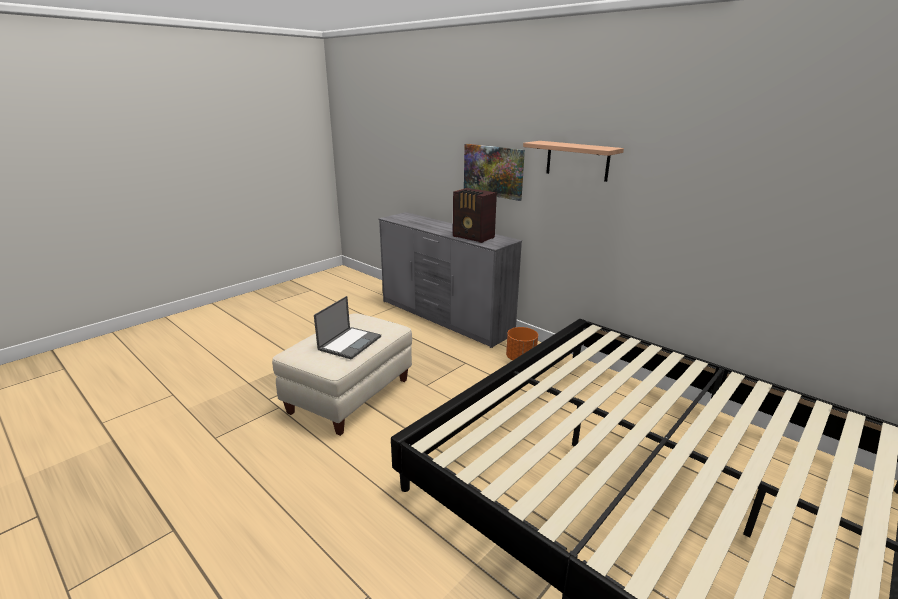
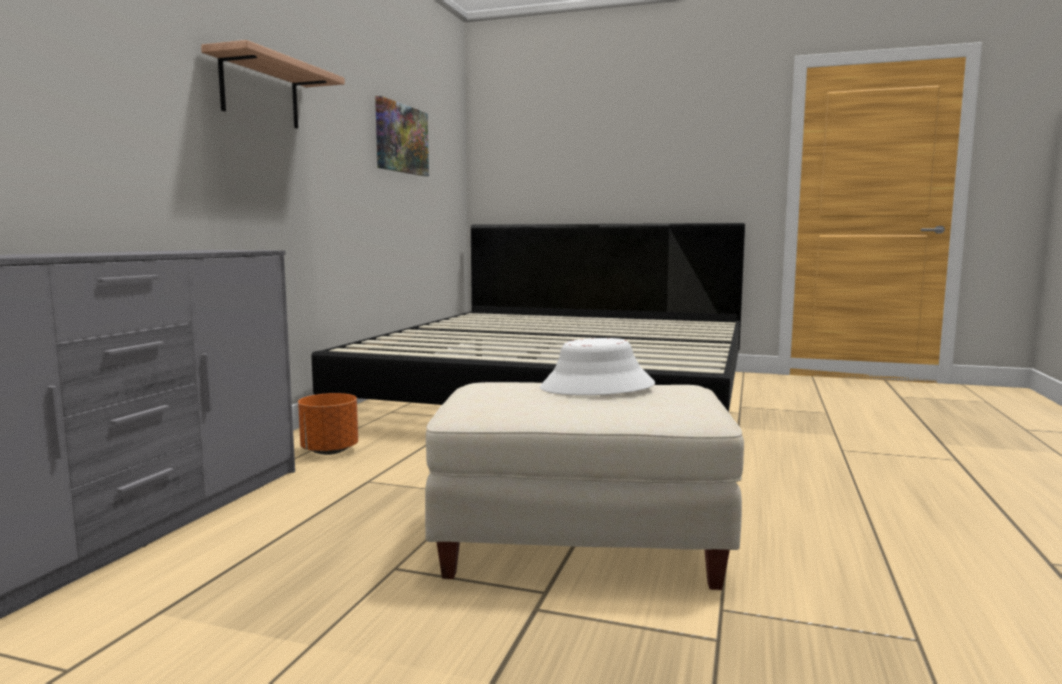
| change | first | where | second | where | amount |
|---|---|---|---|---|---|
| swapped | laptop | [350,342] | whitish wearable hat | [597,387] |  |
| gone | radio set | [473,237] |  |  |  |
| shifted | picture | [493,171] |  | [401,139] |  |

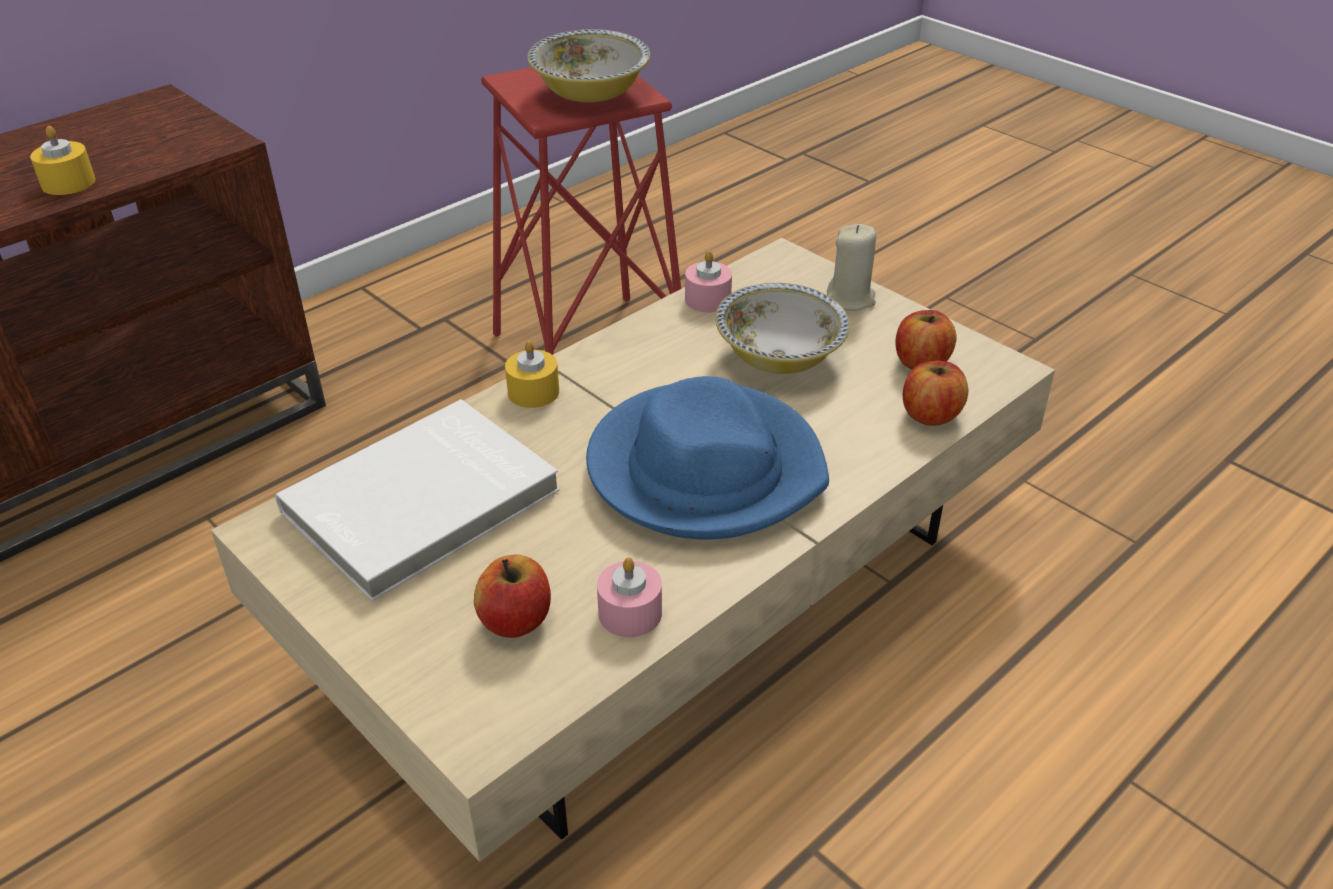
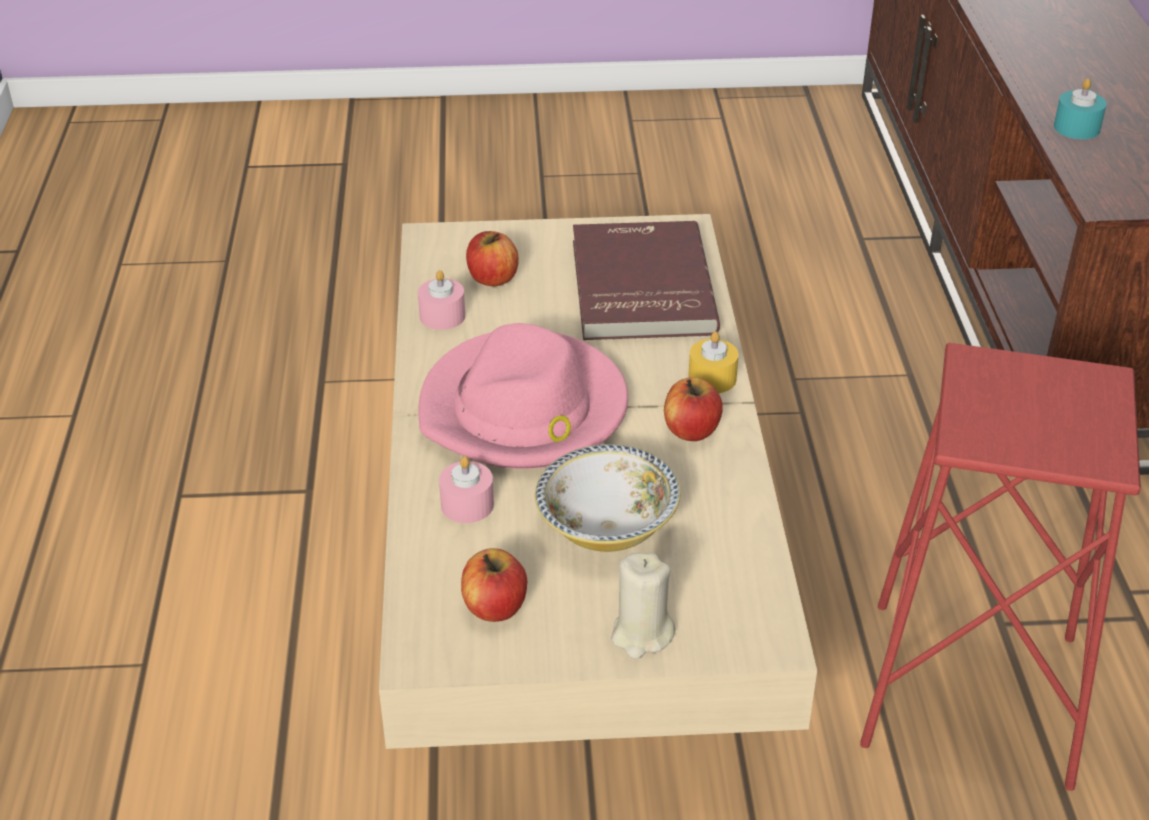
| change | first | where | second | where | amount |
|---|---|---|---|---|---|
| repainted | yellow candle | [68,183] | turquoise candle | [1076,128] |  |
| repainted | whitish bound book | [424,503] | red bound book | [638,287] |  |
| gone | deep dish | [590,94] |  |  |  |
| repainted | blue wearable hat | [705,468] | pinkish wearable hat | [524,409] |  |
| shifted | pinkish candle | [708,299] |  | [467,504] |  |
| shifted | apple fruit | [930,415] |  | [691,430] |  |

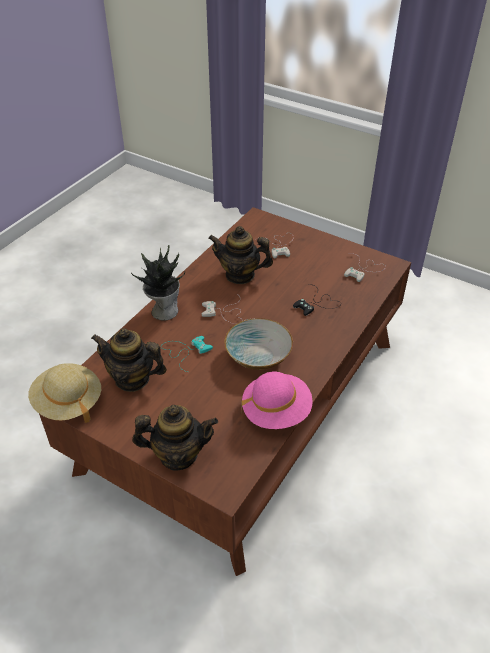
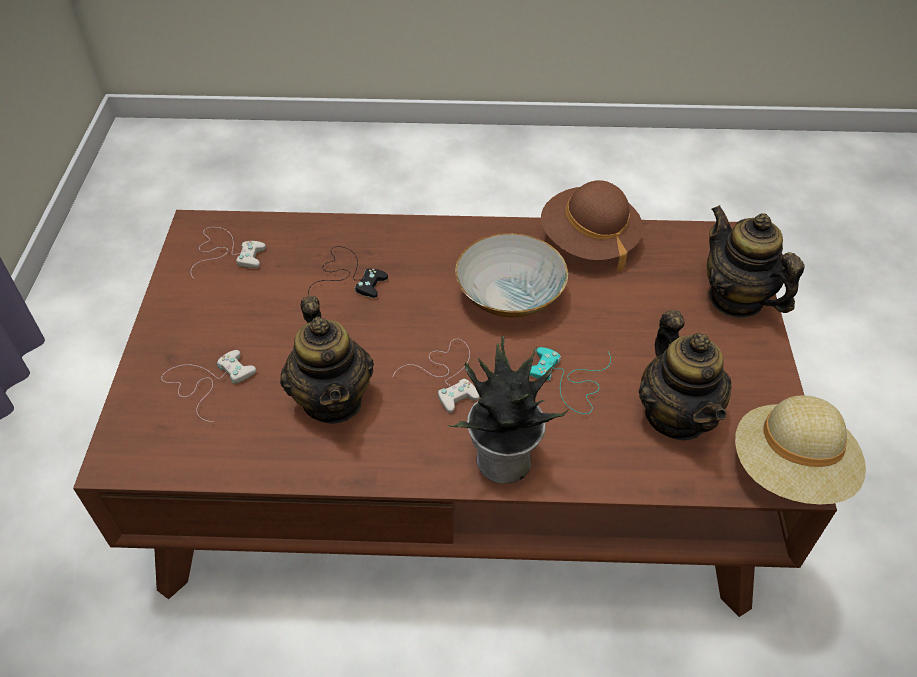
| change | first | where | second | where | amount |
|---|---|---|---|---|---|
| repainted | pinkish wearable hat | [276,411] | brown wearable hat | [588,241] |  |

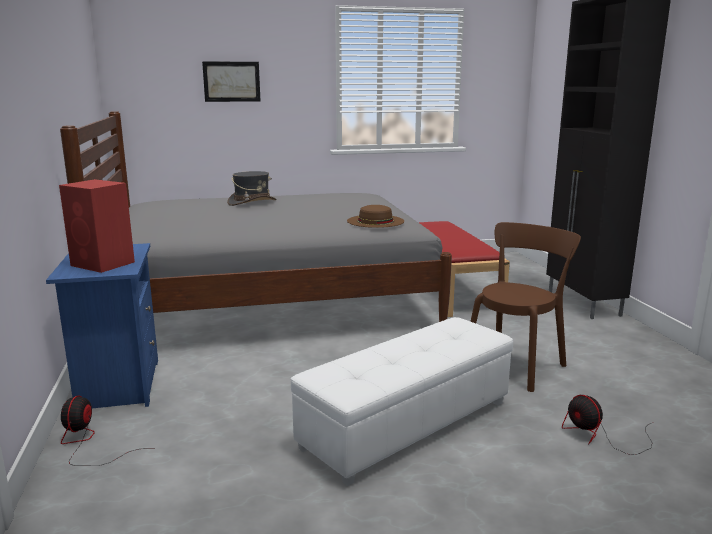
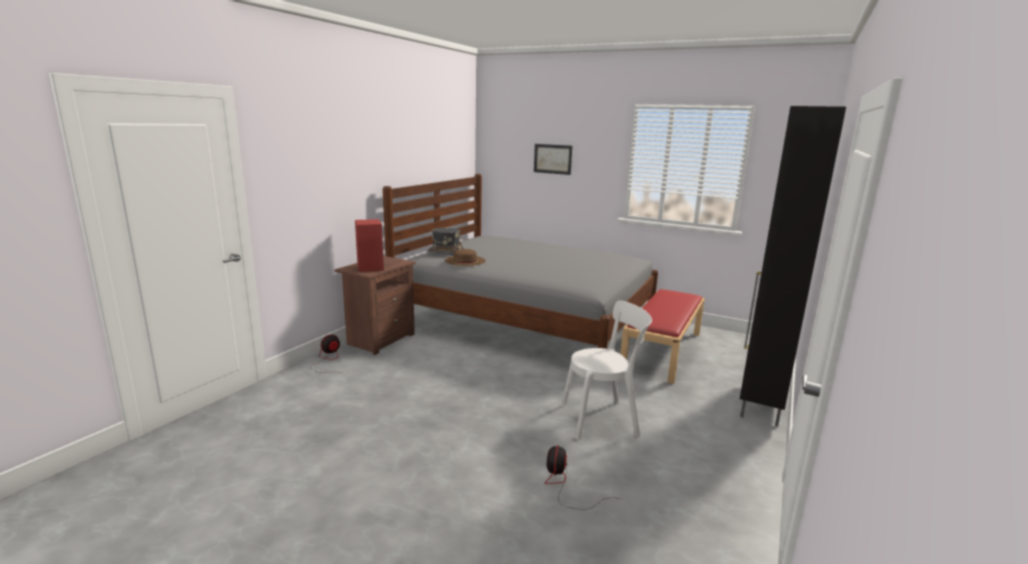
| change | first | where | second | where | amount |
|---|---|---|---|---|---|
| repainted | blue bedside table | [118,384] | brown bedside table | [380,339] |  |
| shifted | greyish wearable hat | [252,202] |  | [446,251] |  |
| gone | whitish pouffe | [407,424] |  |  |  |
| shifted | brown wearable hat | [375,221] |  | [465,260] |  |
| repainted | brown plain chair | [516,364] | whitish plain chair | [603,419] |  |

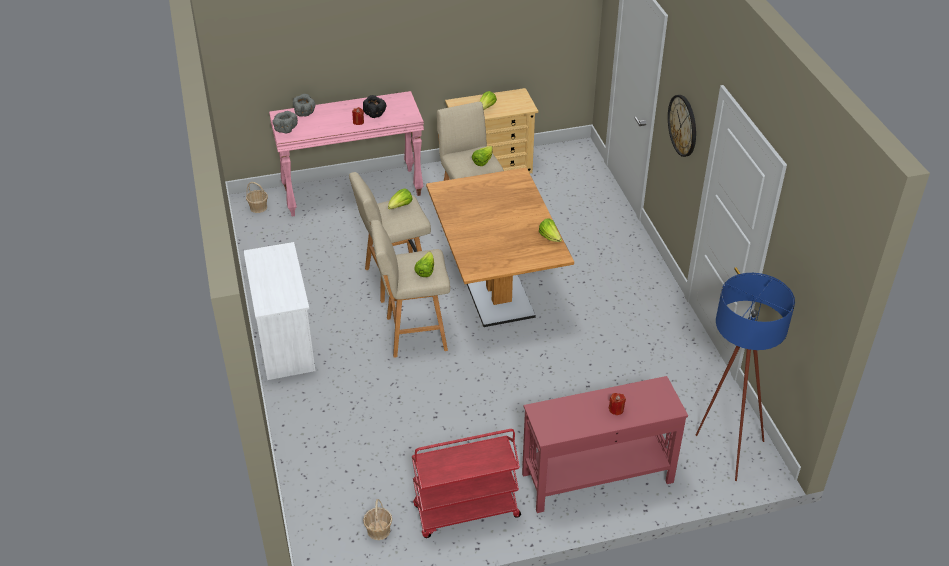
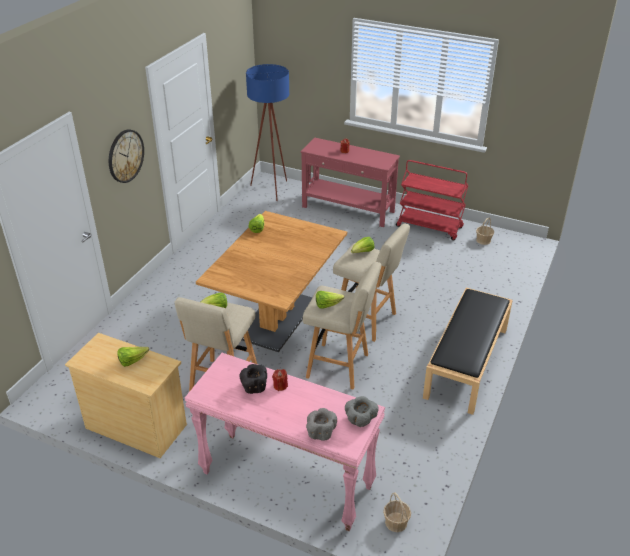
| change | first | where | second | where | amount |
|---|---|---|---|---|---|
| swapped | whitish drawer chest | [285,343] | blackish bench | [467,363] |  |

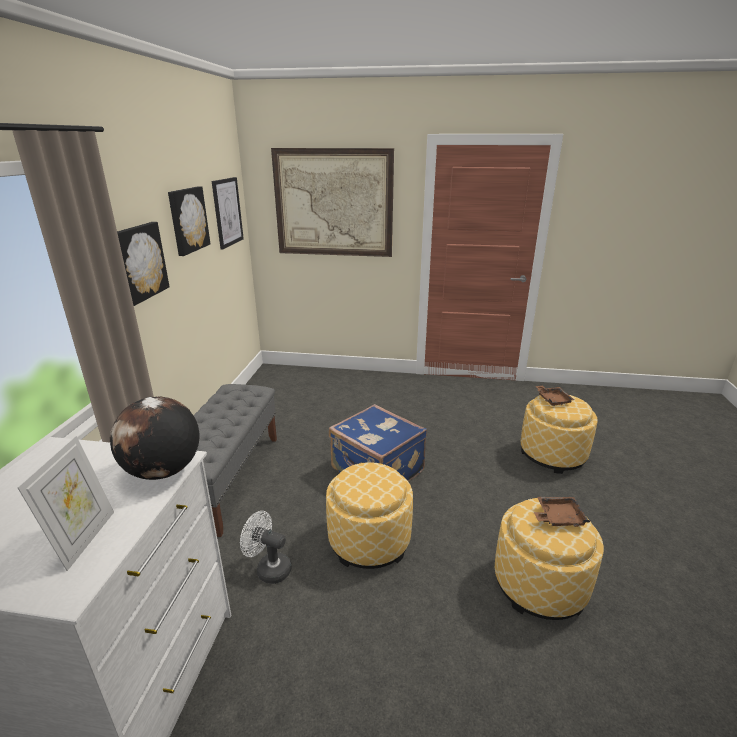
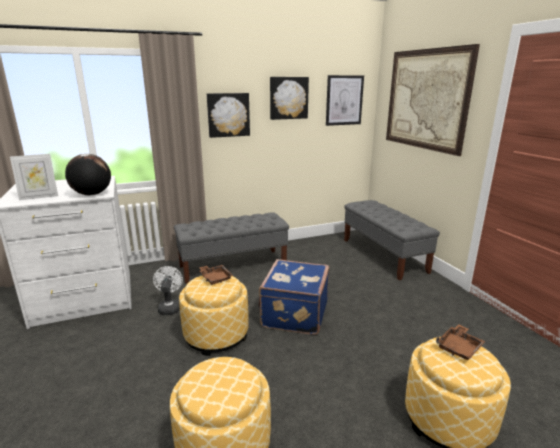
| change | first | where | second | where | amount |
|---|---|---|---|---|---|
| shifted | brown carrying tray | [558,517] |  | [215,278] |  |
| new |  |  | greyish bench | [383,255] |  |

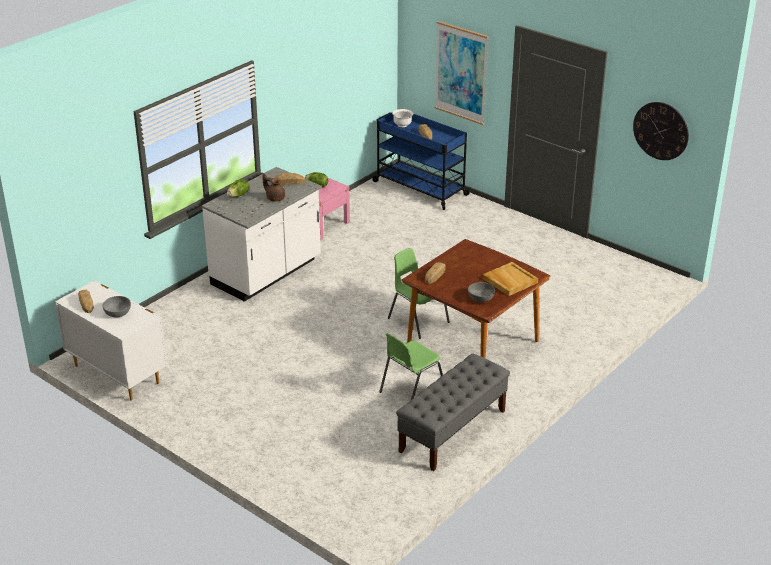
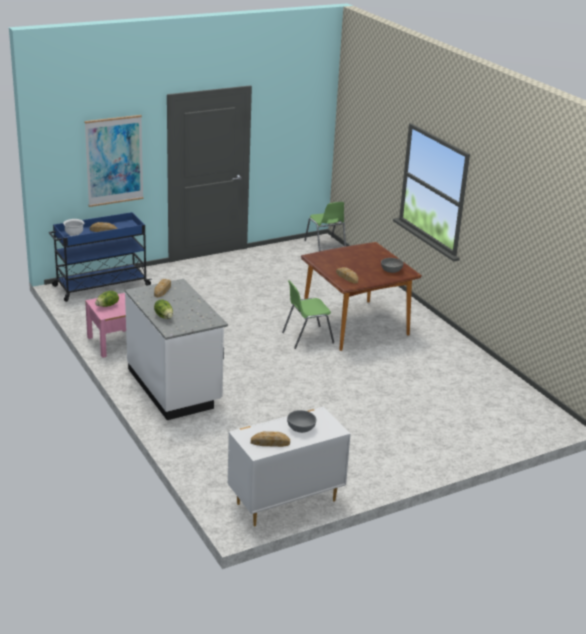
| change | first | where | second | where | amount |
|---|---|---|---|---|---|
| gone | brown teapot | [275,198] |  |  |  |
| shifted | green-coloured plain chair | [411,391] |  | [325,246] |  |
| gone | greyish bench | [452,431] |  |  |  |
| gone | beige carrying tray | [509,280] |  |  |  |
| gone | hanging clock | [661,131] |  |  |  |

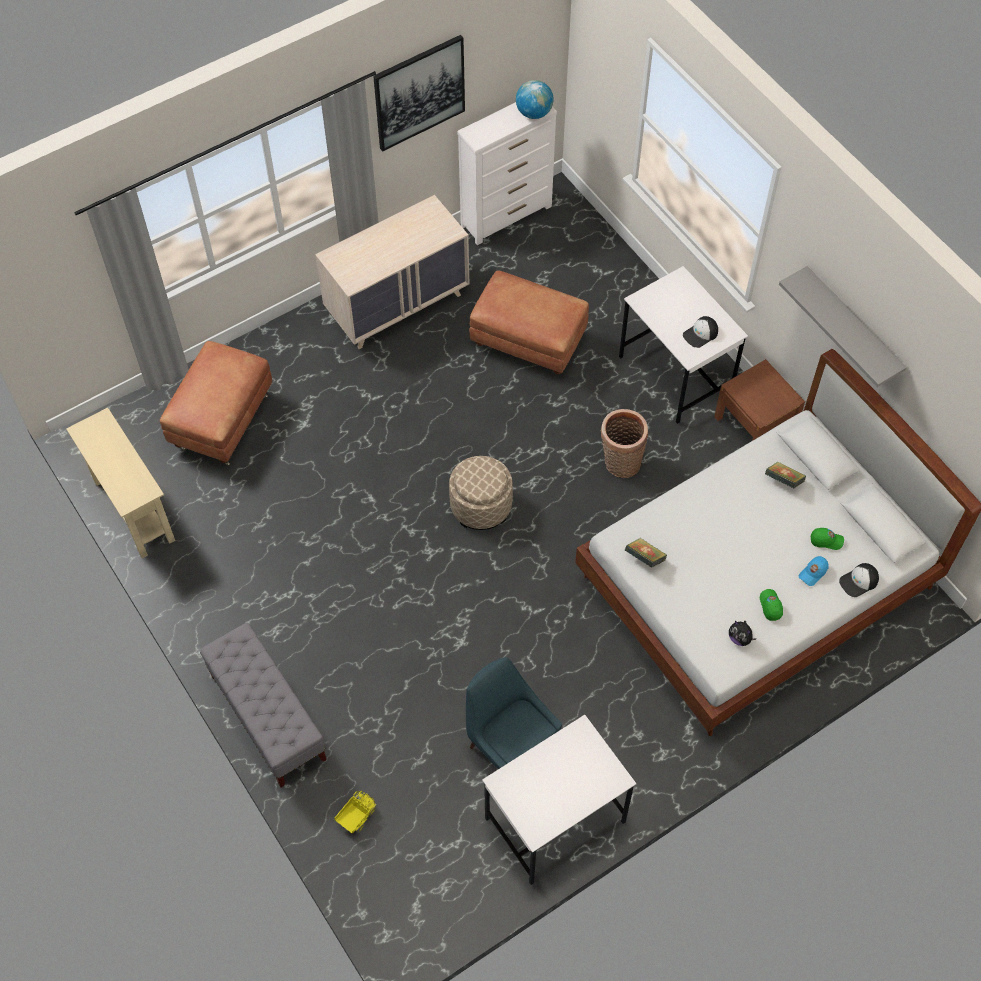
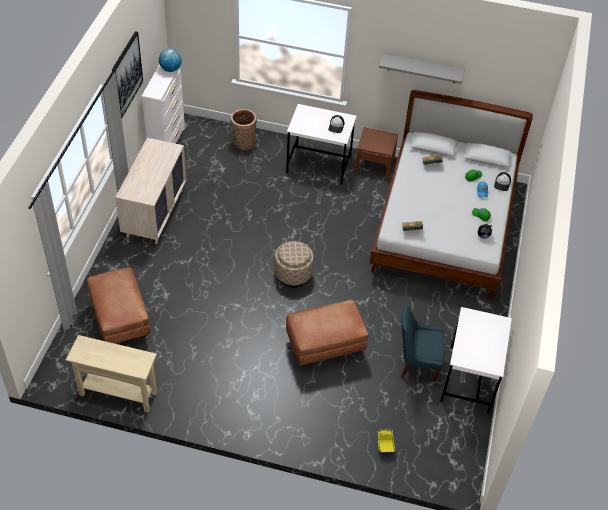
| change | first | where | second | where | amount |
|---|---|---|---|---|---|
| gone | greyish bench | [268,717] |  |  |  |
| shifted | brown pouffe | [527,343] |  | [324,347] |  |
| shifted | household basket | [620,463] |  | [243,144] |  |

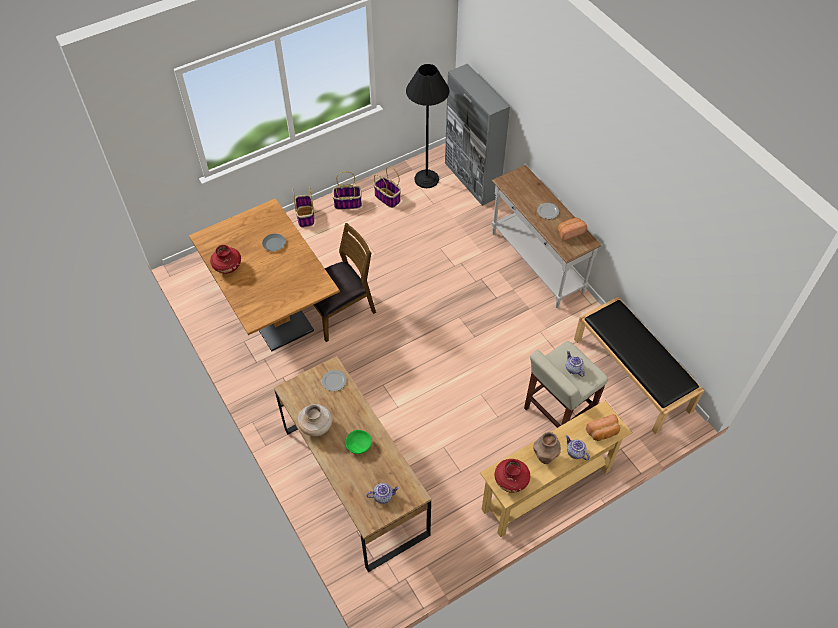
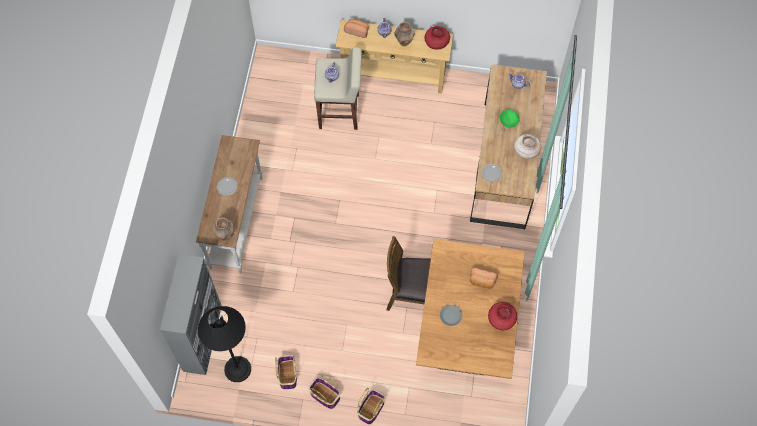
| change | first | where | second | where | amount |
|---|---|---|---|---|---|
| shifted | bakery bread | [570,232] |  | [482,281] |  |
| gone | blackish bench | [632,374] |  |  |  |
| new |  |  | brown vase | [225,235] |  |

